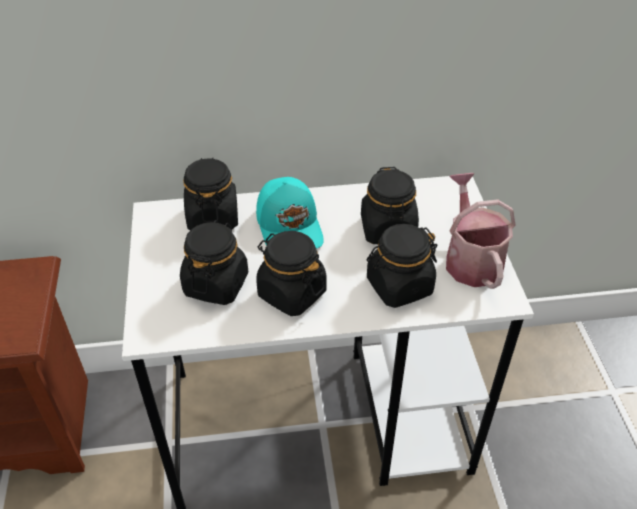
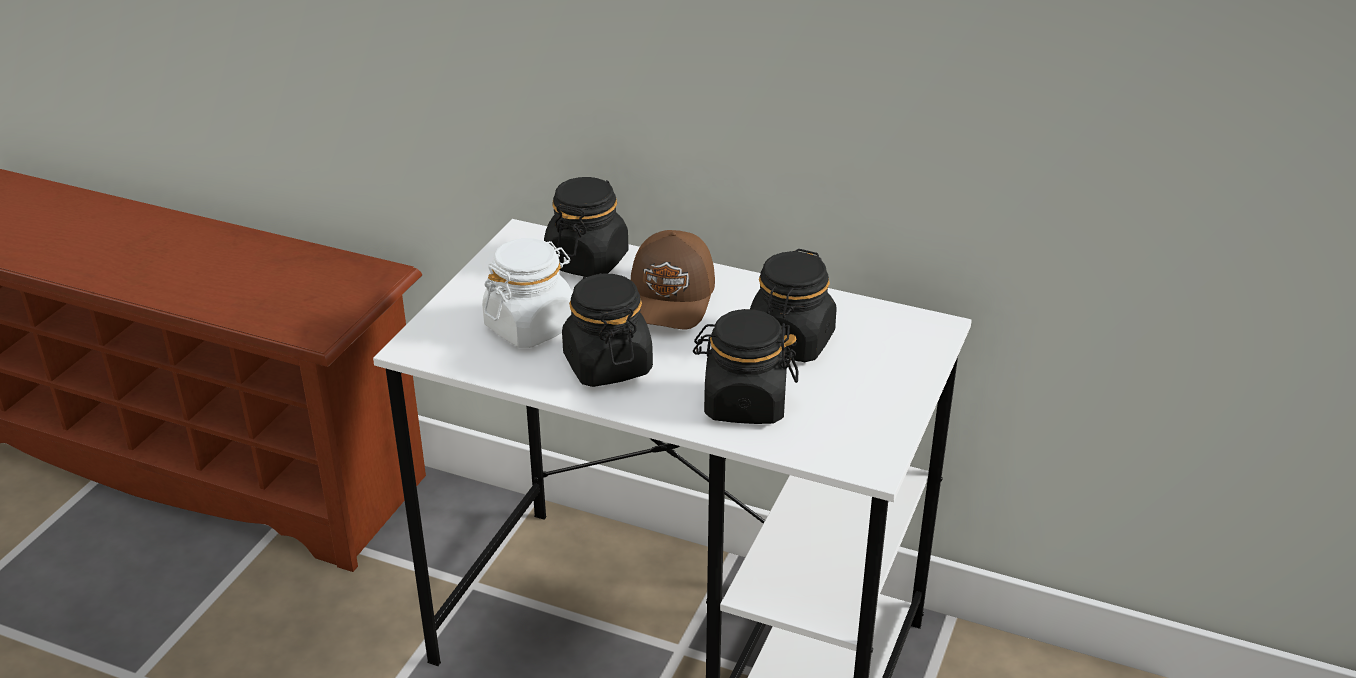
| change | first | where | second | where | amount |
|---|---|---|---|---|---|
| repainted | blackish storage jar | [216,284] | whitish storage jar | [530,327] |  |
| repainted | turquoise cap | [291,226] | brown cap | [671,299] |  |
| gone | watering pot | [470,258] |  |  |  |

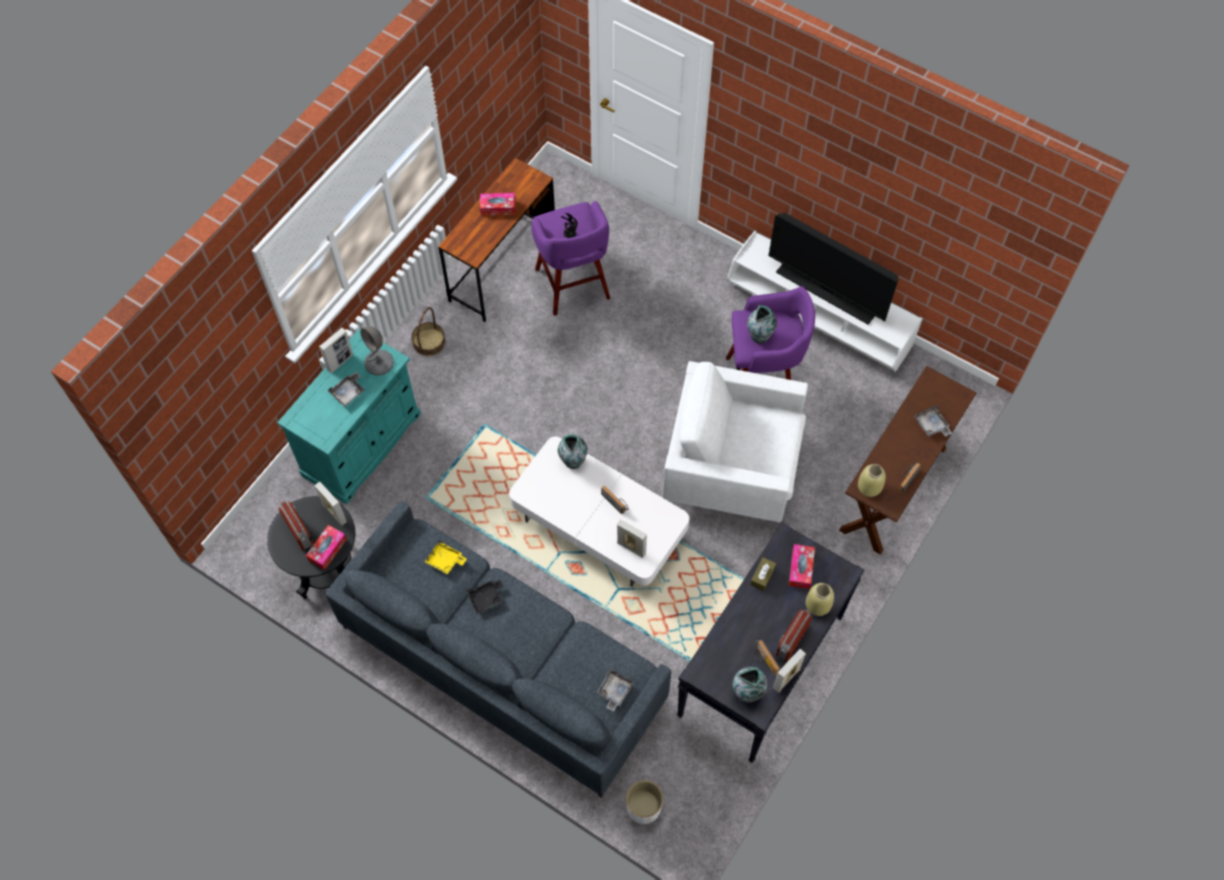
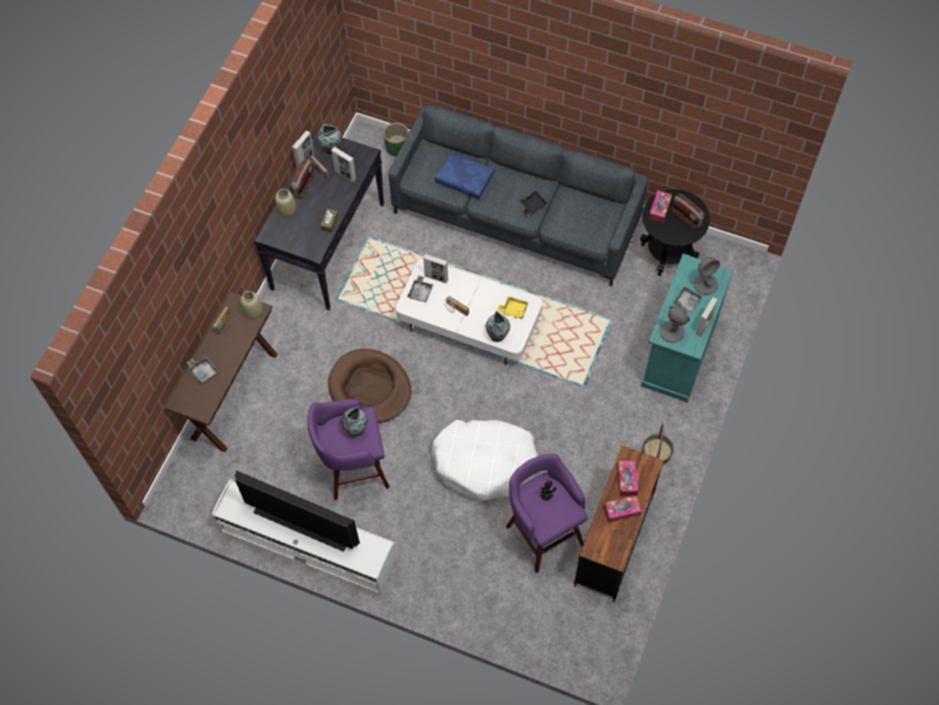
| change | first | where | second | where | amount |
|---|---|---|---|---|---|
| shifted | photo frame | [334,513] |  | [345,175] |  |
| shifted | yellow carrying tray | [445,560] |  | [513,309] |  |
| shifted | greyish carrying tray | [614,691] |  | [420,292] |  |
| repainted | whitish plant pot | [643,807] | green-coloured plant pot | [397,148] |  |
| swapped | whitish easy chair | [731,468] | brown dog cushion | [370,388] |  |
| shifted | box of tissues | [800,569] |  | [626,480] |  |
| new |  |  | whitish dog cushion | [485,463] |  |
| new |  |  | blue pillow | [465,179] |  |
| new |  |  | greyish tabletop lamp | [705,284] |  |

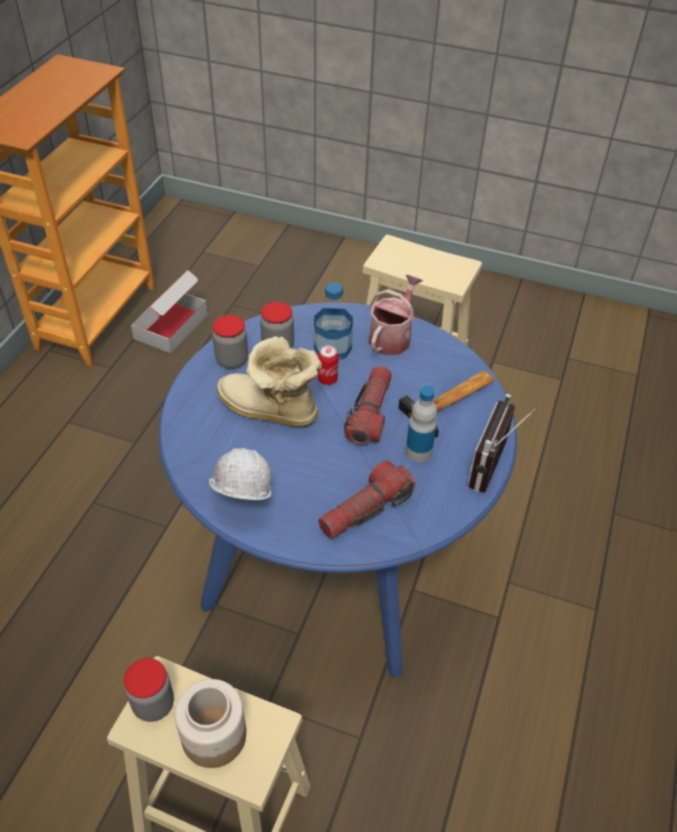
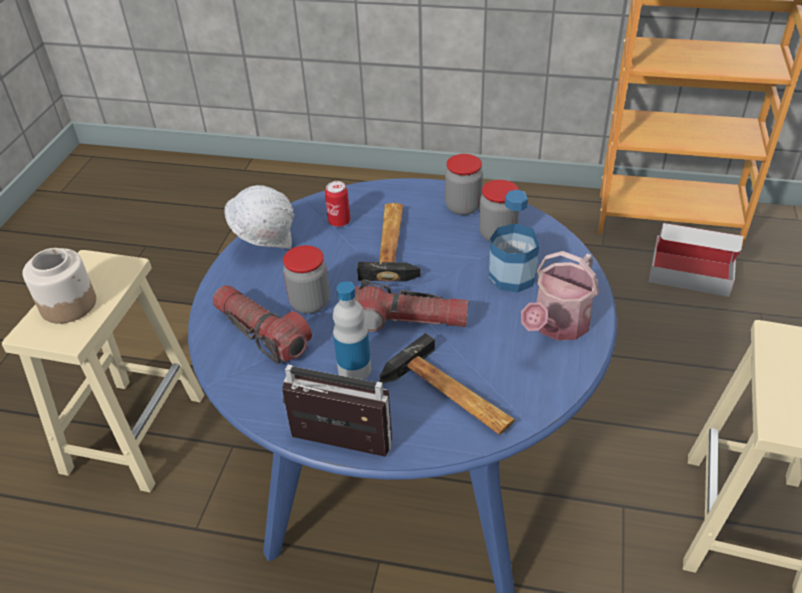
| change | first | where | second | where | amount |
|---|---|---|---|---|---|
| shifted | storage jar | [153,704] |  | [310,303] |  |
| swapped | tall boot | [269,411] | hammer | [393,244] |  |
| shifted | can | [327,379] |  | [339,222] |  |
| rotated | watering pot | [392,336] |  | [557,326] | 105 degrees clockwise |

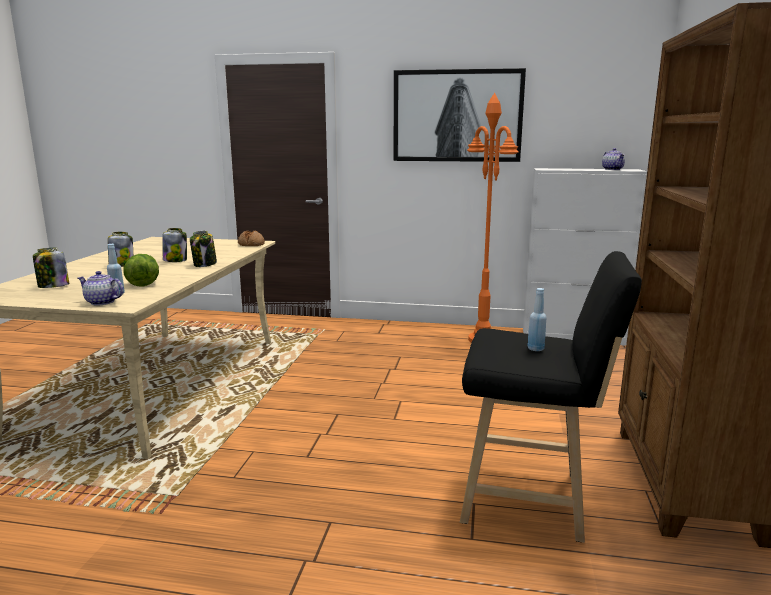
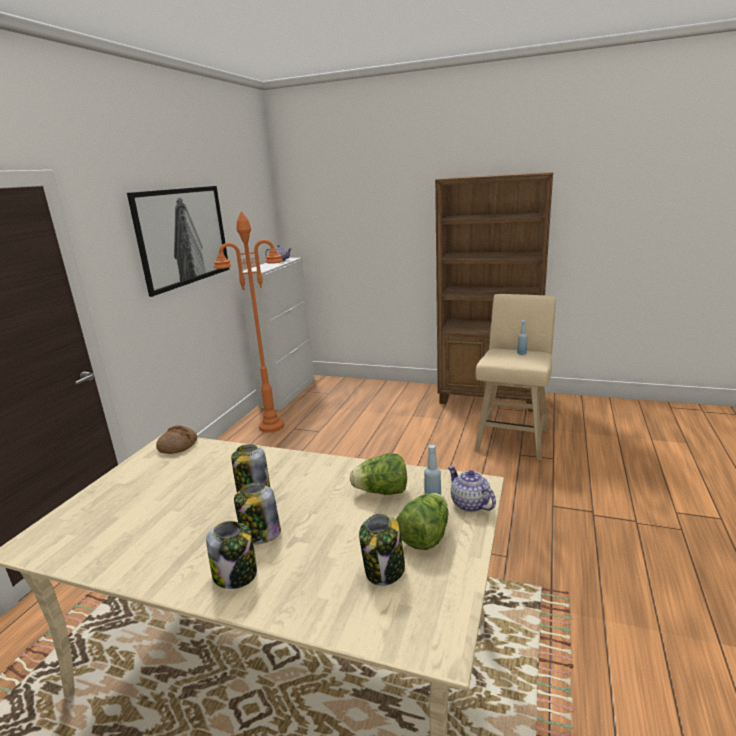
| change | first | where | second | where | amount |
|---|---|---|---|---|---|
| rotated | teapot | [101,302] |  | [469,504] | 120 degrees clockwise |
| shifted | storage jar | [205,264] |  | [236,575] |  |
| repainted | blackish sitting stool | [531,500] | beige sitting stool | [513,437] |  |
| new |  |  | lettuce head | [425,536] |  |

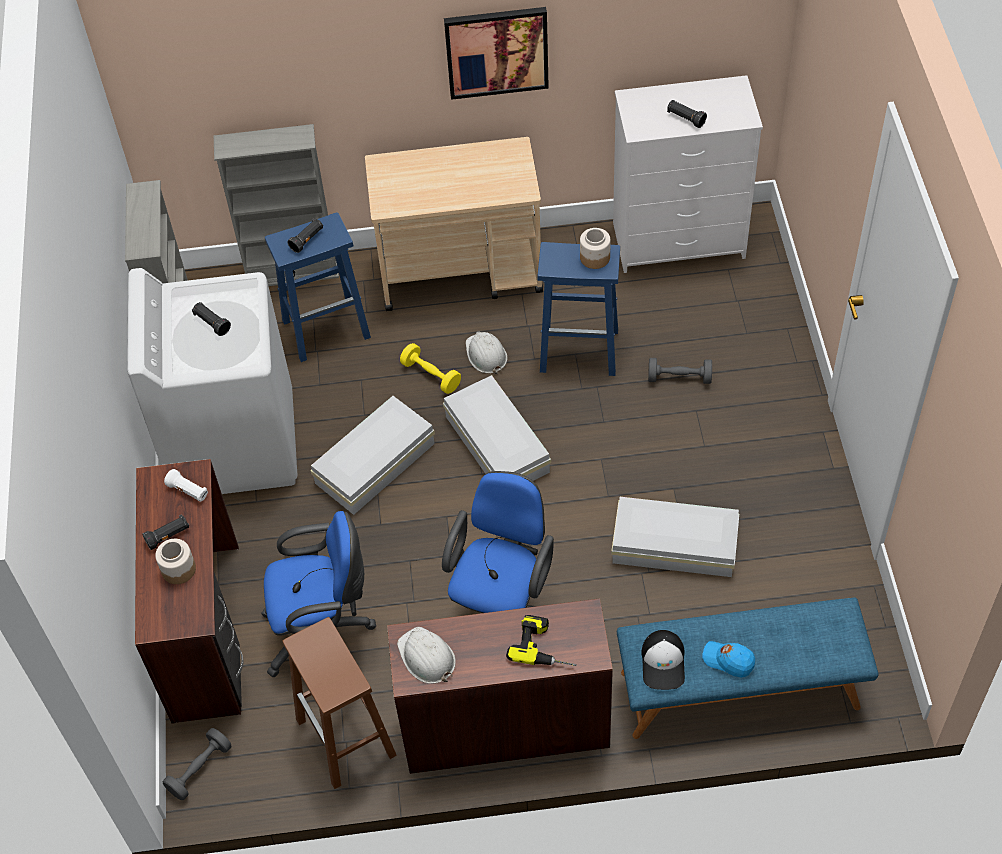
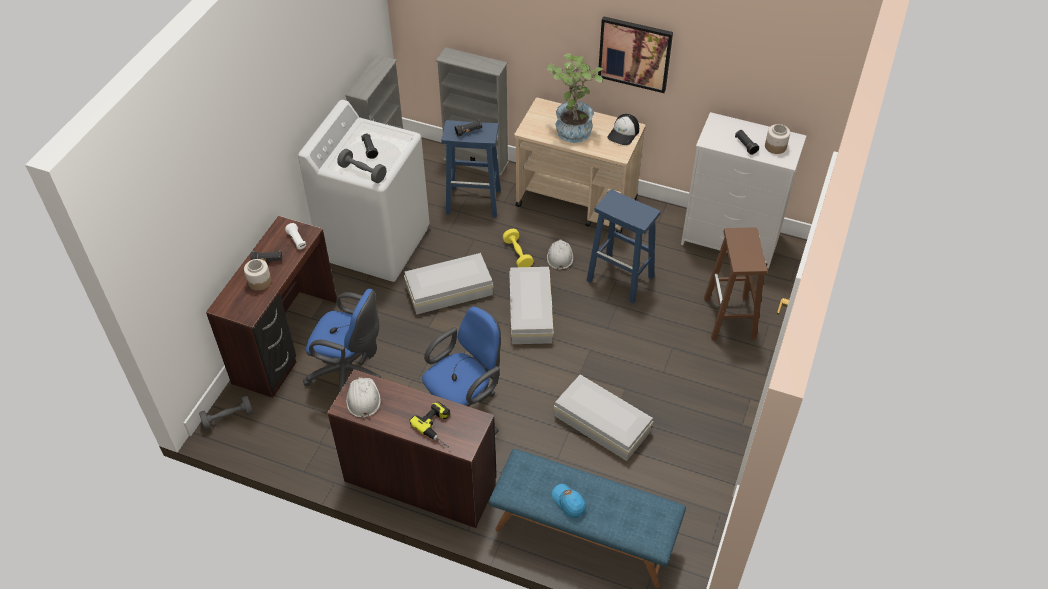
| change | first | where | second | where | amount |
|---|---|---|---|---|---|
| shifted | brown sitting stool | [347,739] |  | [730,319] |  |
| shifted | storage jar | [594,257] |  | [775,146] |  |
| shifted | cap | [663,663] |  | [624,133] |  |
| shifted | greyish dumbbell | [679,378] |  | [362,172] |  |
| new |  |  | plant in a pot | [573,127] |  |

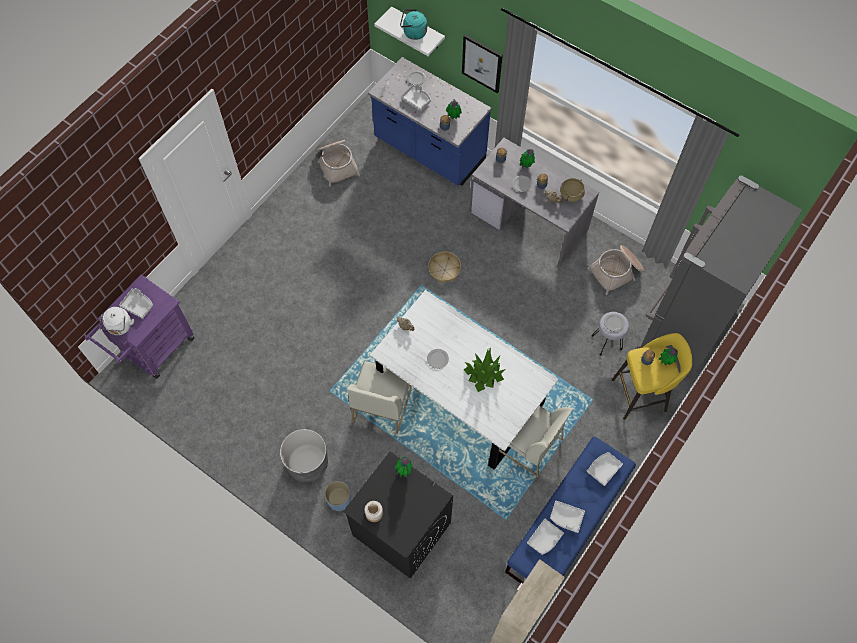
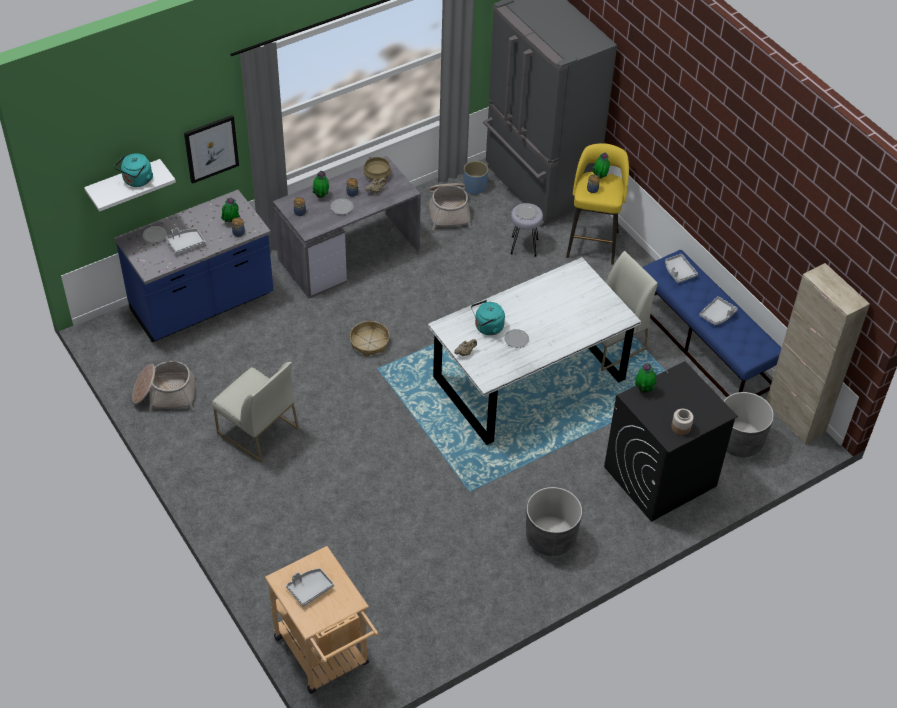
| change | first | where | second | where | amount |
|---|---|---|---|---|---|
| repainted | purplish cart | [154,350] | beige cart | [326,656] |  |
| gone | whitish tea kettle | [120,327] |  |  |  |
| shifted | blue plant pot | [338,500] |  | [475,187] |  |
| shifted | whitish plain chair | [381,405] |  | [257,431] |  |
| gone | plant in a pot | [484,373] |  |  |  |
| gone | greyish carrying tray | [545,538] |  |  |  |
| new |  |  | turquoise tea kettle | [487,328] |  |
| new |  |  | greyish plant pot | [739,441] |  |

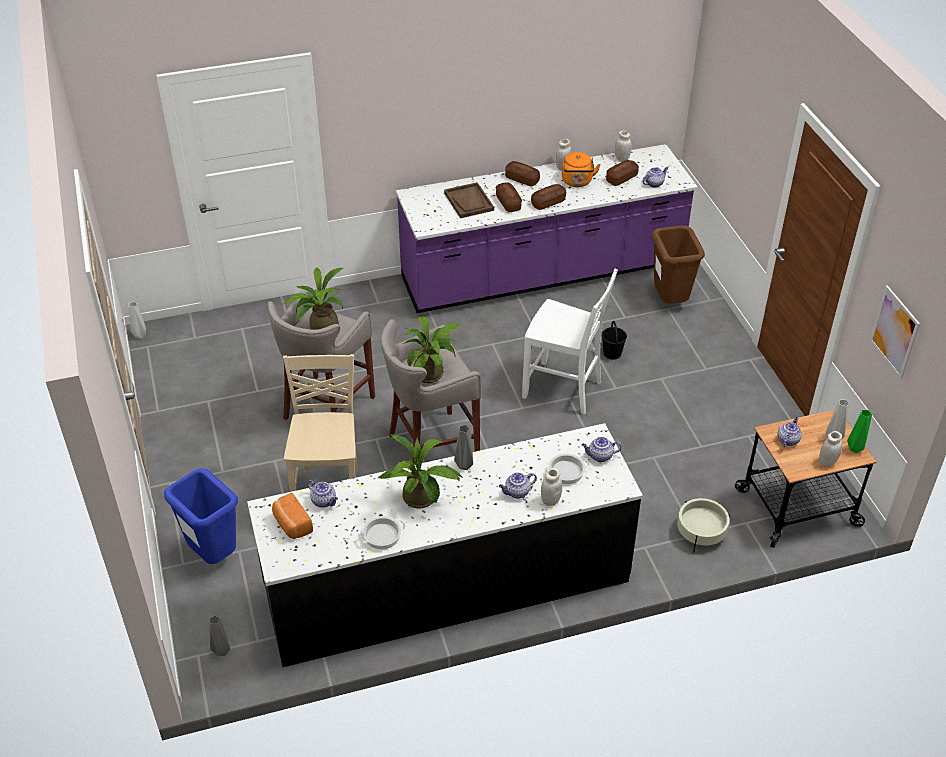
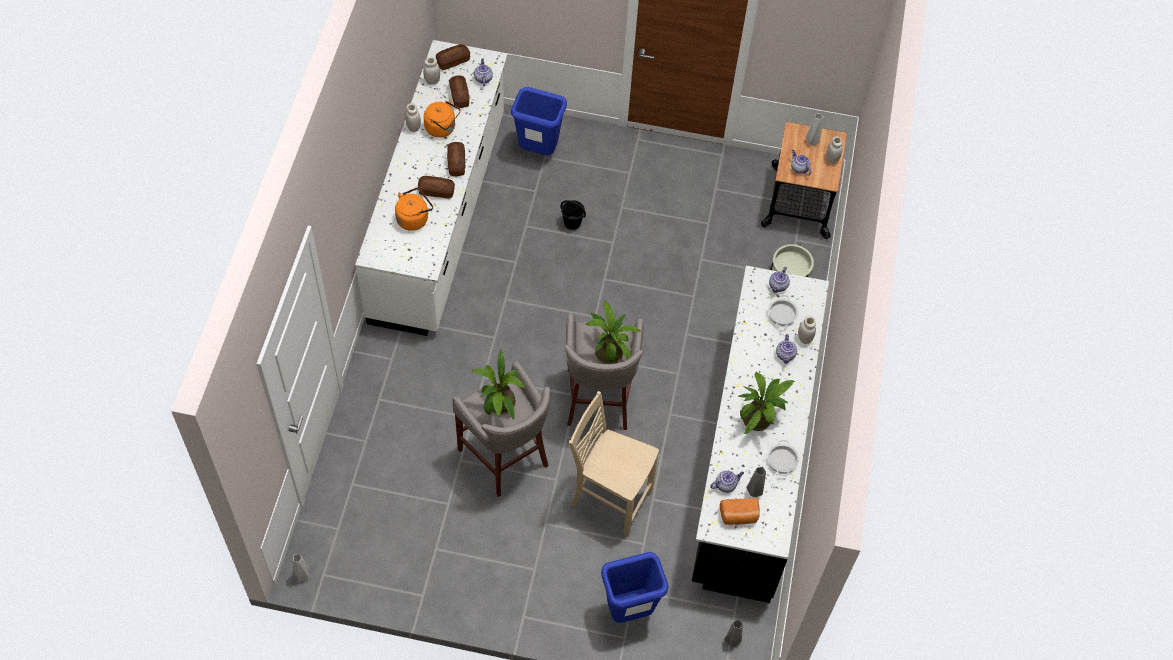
| change | first | where | second | where | amount |
|---|---|---|---|---|---|
| repainted | purplish kitchen base unit | [542,274] | whitish kitchen base unit | [440,218] |  |
| swapped | brown carrying tray | [469,202] | orange-coloured tea kettle | [414,218] |  |
| shifted | greyish vase | [464,466] |  | [755,492] |  |
| shifted | bakery bread | [522,179] |  | [453,61] |  |
| gone | whitish plain chair | [564,390] |  |  |  |
| repainted | brown trash can | [670,302] | blue trash can | [538,151] |  |
| gone | green-coloured vase | [856,449] |  |  |  |
| gone | picture | [894,332] |  |  |  |

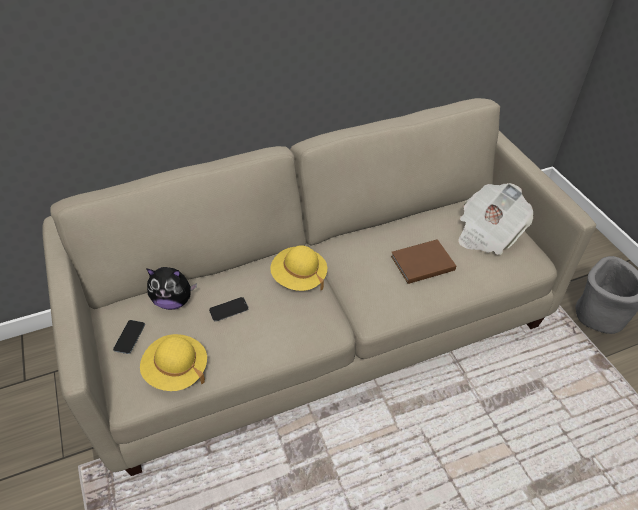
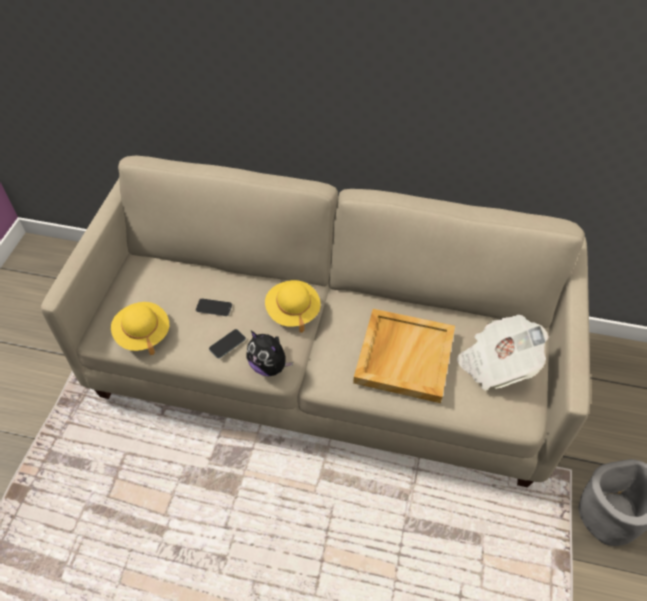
| change | first | where | second | where | amount |
|---|---|---|---|---|---|
| shifted | phone | [129,337] |  | [227,344] |  |
| shifted | plush toy | [174,301] |  | [269,366] |  |
| swapped | brown bound book | [420,263] | beige carrying tray | [404,356] |  |

